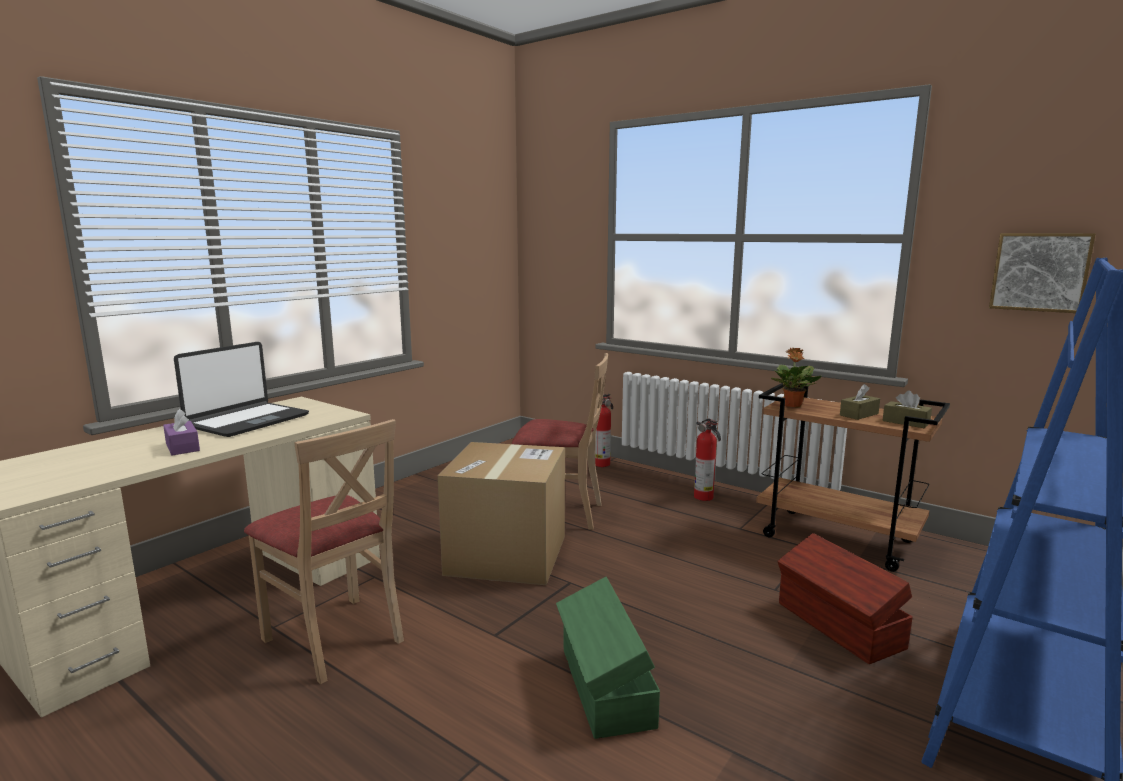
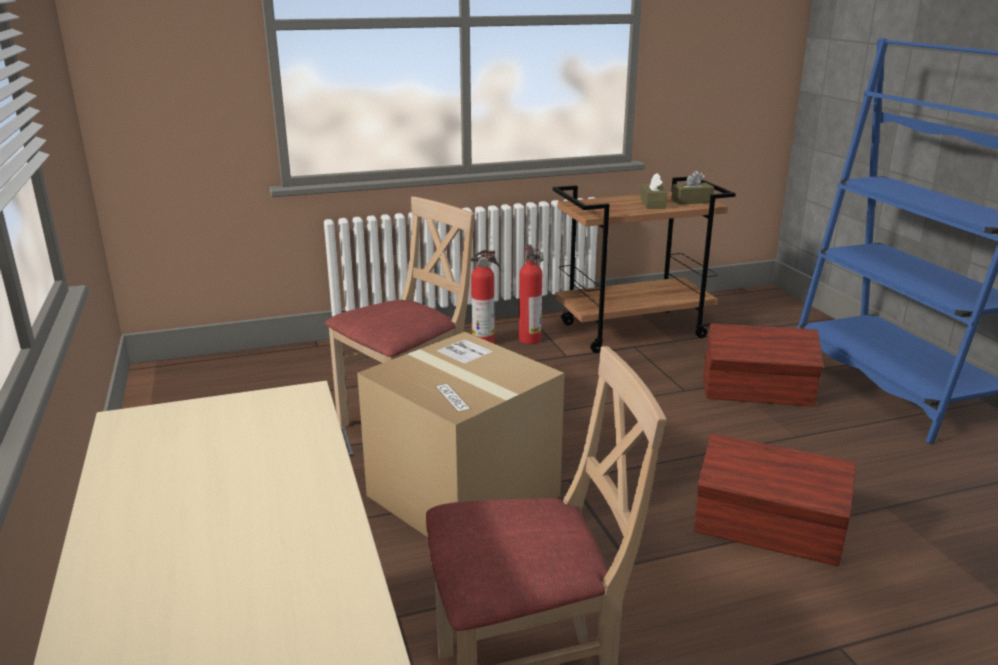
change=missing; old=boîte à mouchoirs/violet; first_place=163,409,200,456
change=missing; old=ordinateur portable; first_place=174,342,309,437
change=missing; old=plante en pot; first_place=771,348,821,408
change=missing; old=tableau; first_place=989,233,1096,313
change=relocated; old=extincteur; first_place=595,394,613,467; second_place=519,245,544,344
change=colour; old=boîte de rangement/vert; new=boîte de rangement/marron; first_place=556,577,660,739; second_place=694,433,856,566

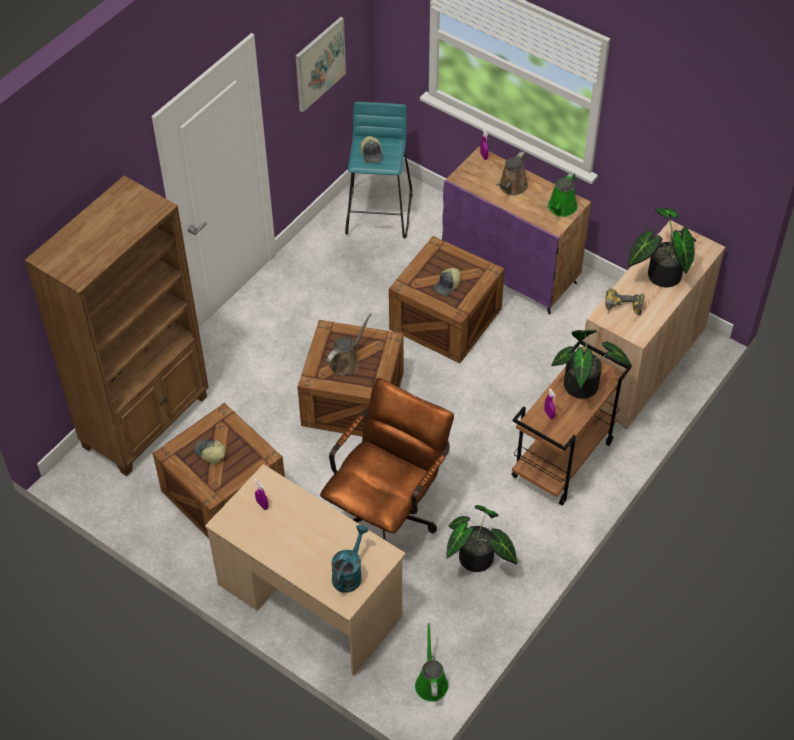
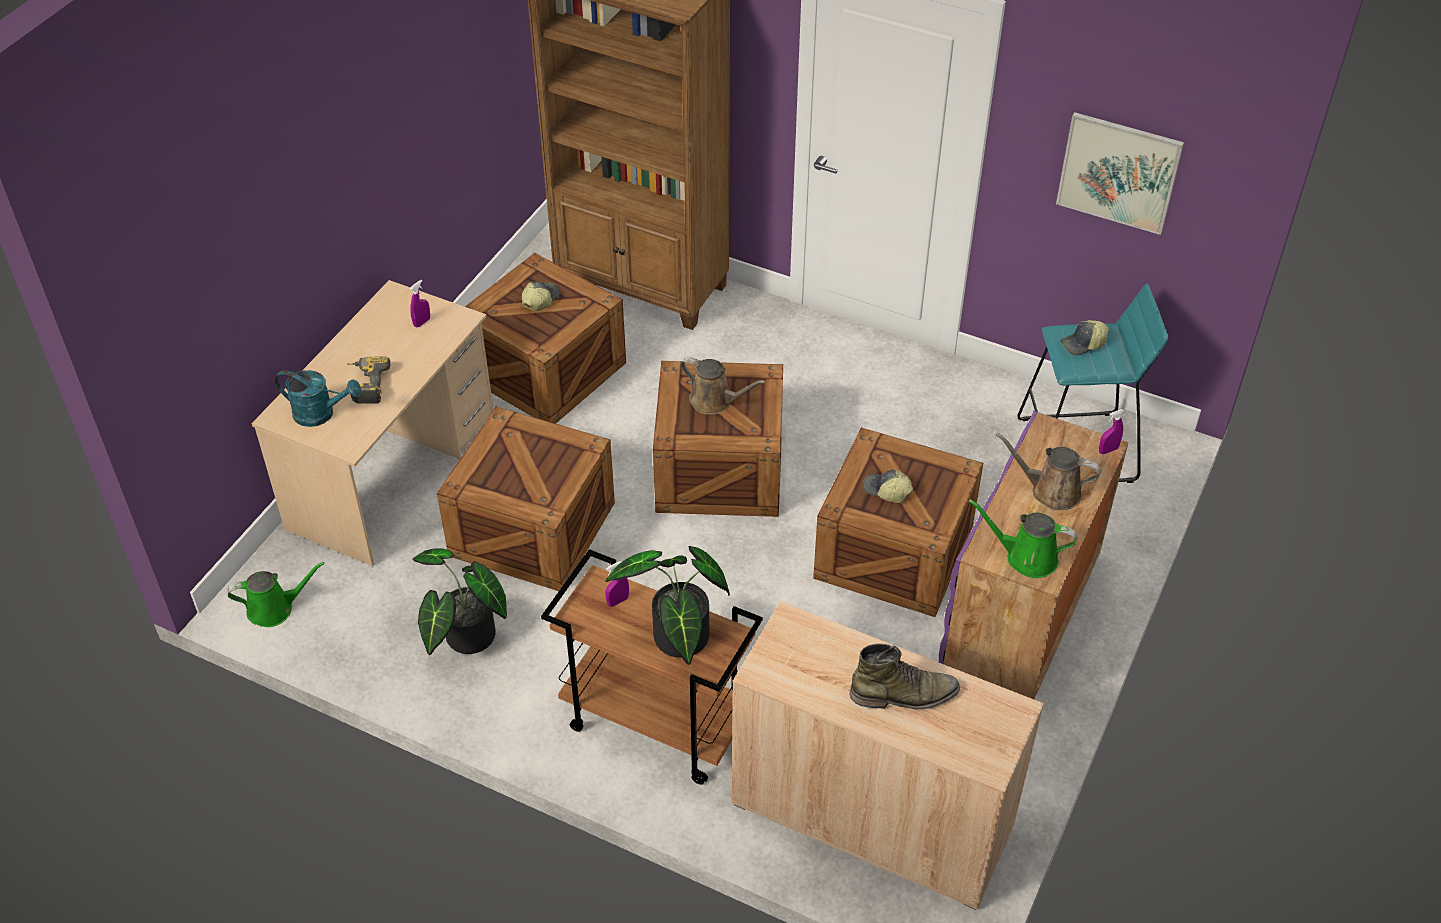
change=relocated; old=perceuse; first_place=605,288,645,315; second_place=347,356,390,404
change=exchanged; old=chaise de bureau/marron; new=caisse; first_place=320,378,454,540; second_place=437,407,615,591
change=exchanged; old=plante en pot; new=botte/vert; first_place=628,208,696,288; second_place=850,643,960,710

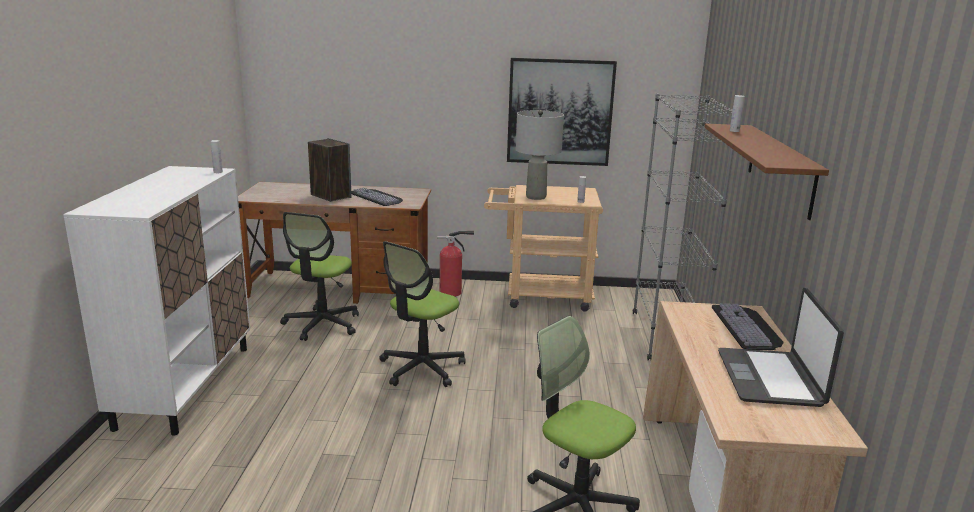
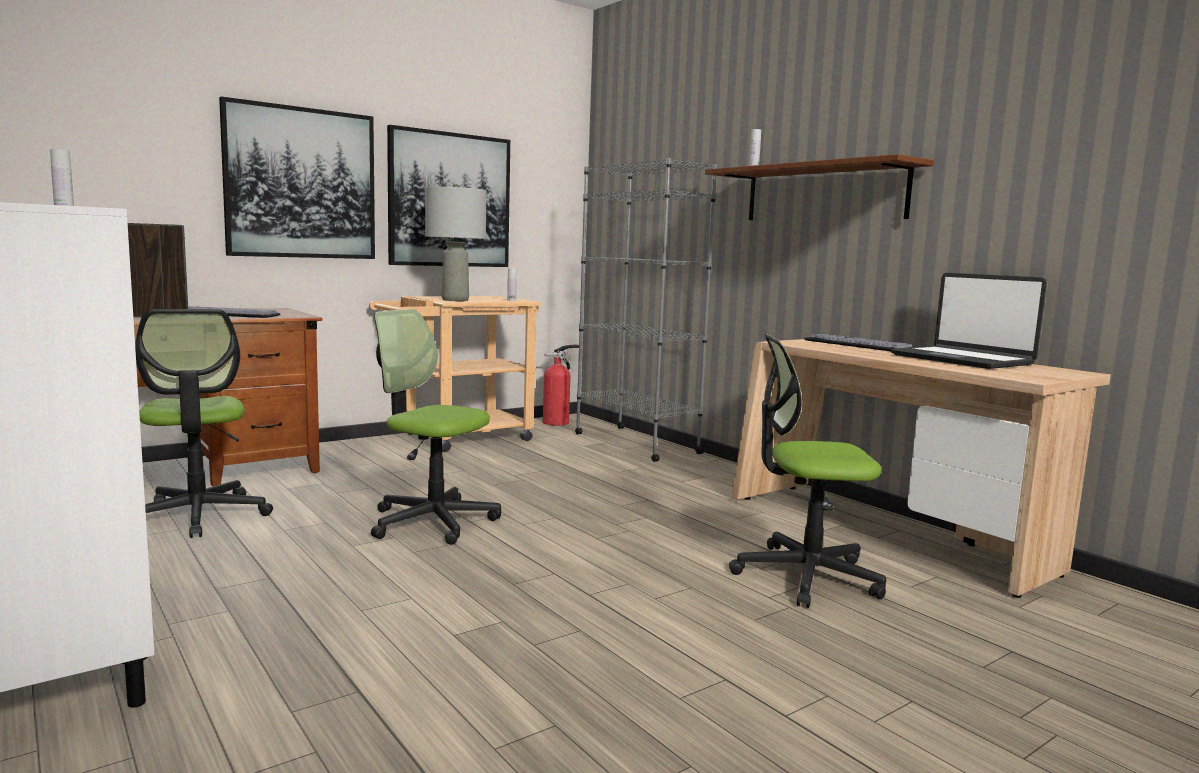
change=appeared; new=tableau; second_place=219,96,375,259
change=relocated; old=extincteur; first_place=437,230,474,297; second_place=543,344,579,426
change=spun; old=chaise de bureau; first_place=379,241,465,387; second_place=371,309,501,545; degrees=120

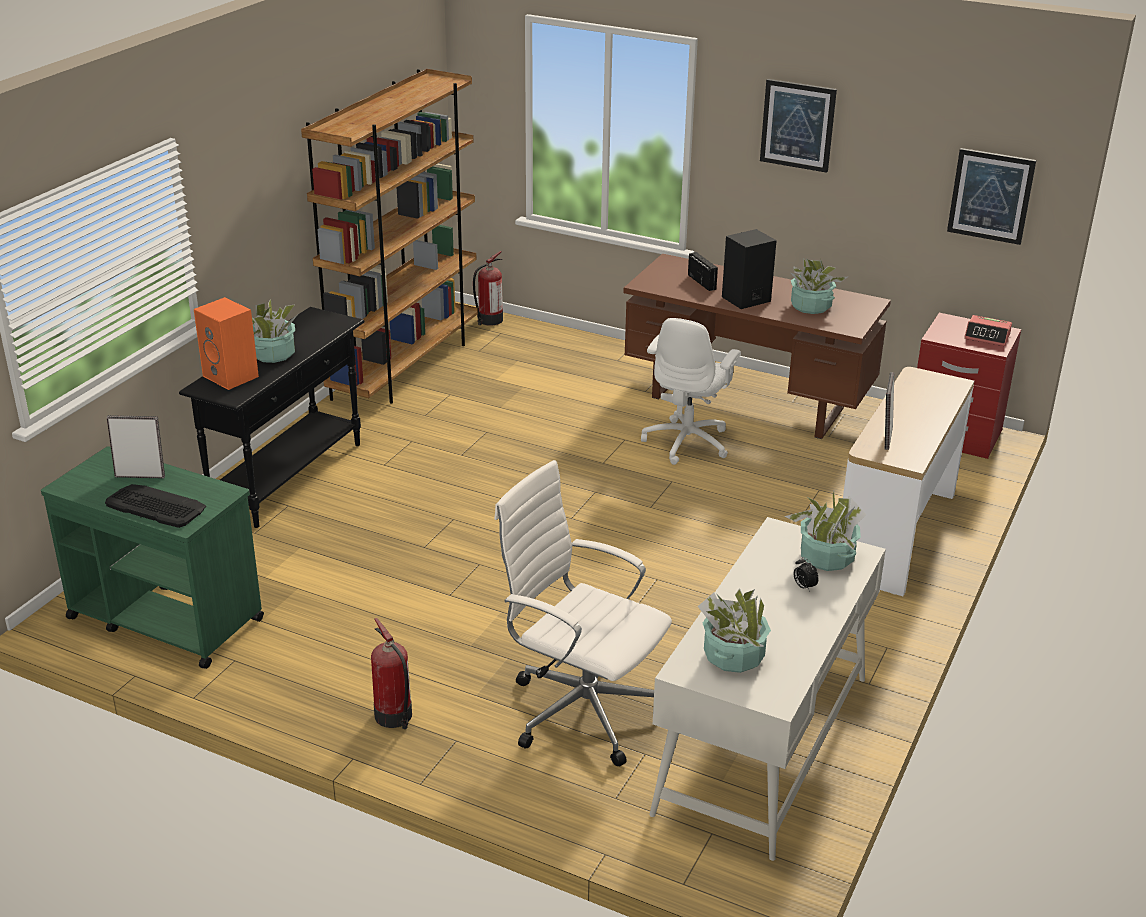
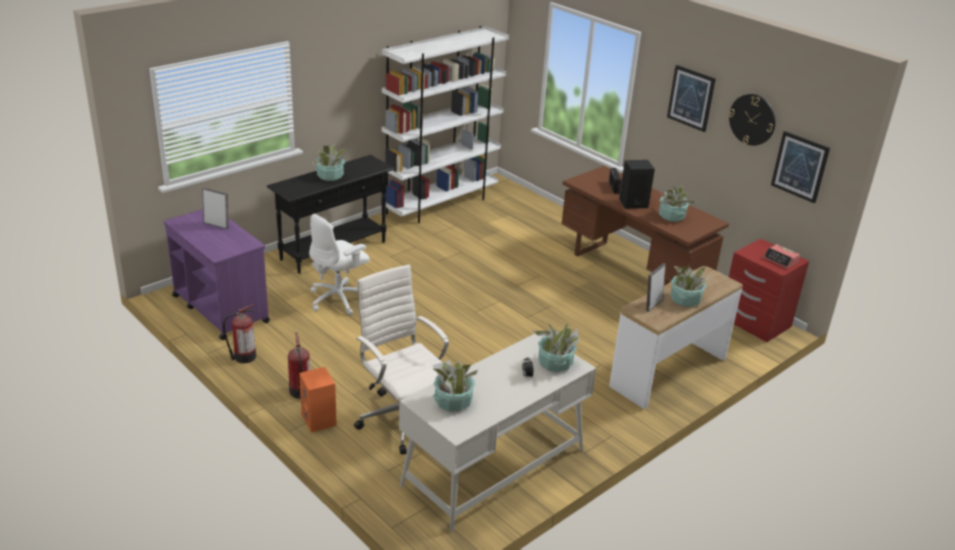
change=missing; old=clavier; first_place=105,484,206,528
change=appeared; new=plante en pot; second_place=670,266,710,307
change=appeared; new=horloge murale; second_place=729,94,775,146
change=relocated; old=enceinte/orange; first_place=194,297,259,390; second_place=299,367,337,433
change=relocated; old=extincteur; first_place=473,251,503,326; second_place=223,304,256,363
change=relocated; old=chaise de bureau/blanc; first_place=641,318,741,465; second_place=309,214,370,315
change=colour; old=chariot/vert; new=chariot/violet; first_place=41,446,264,669; second_place=164,209,270,340
change=colour; old=bibliothèque/marron; new=bibliothèque/blanc; first_place=301,69,478,403; second_place=381,26,509,223

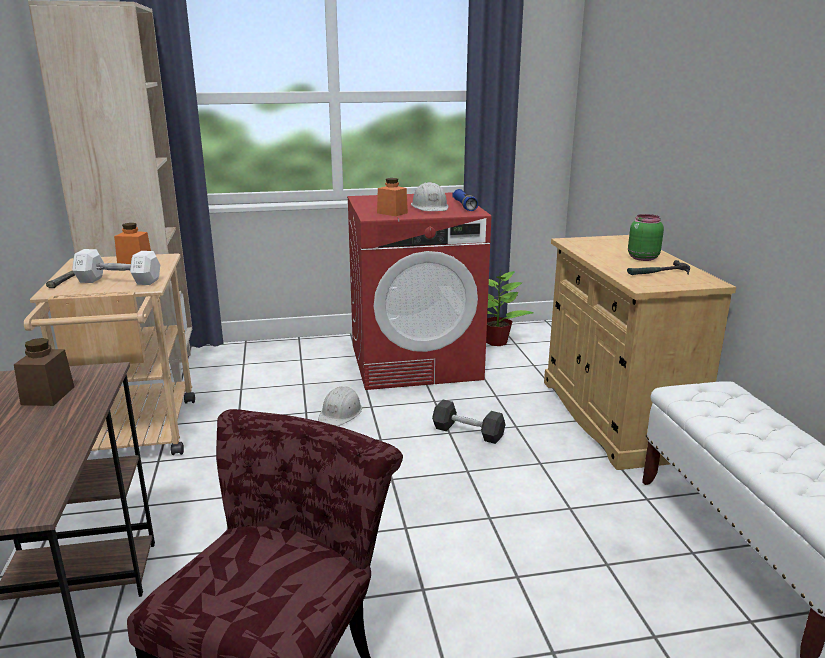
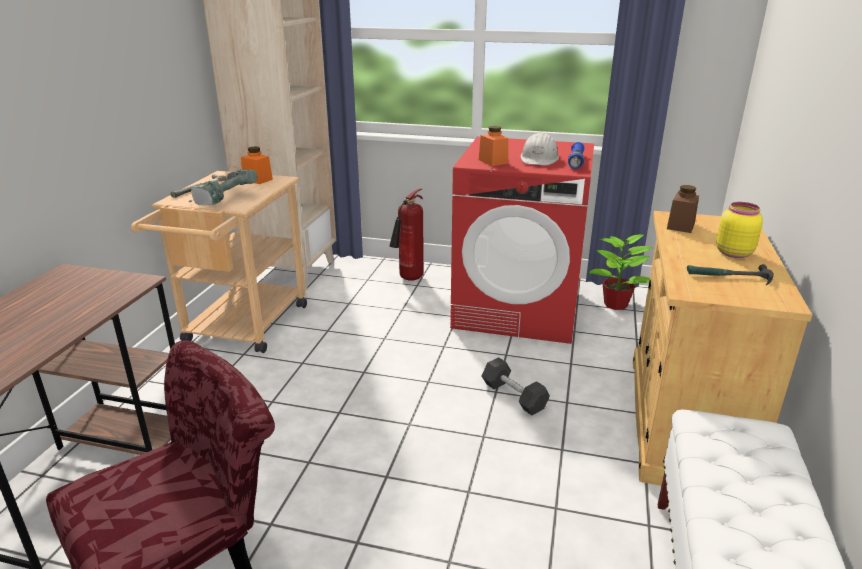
change=missing; old=casque de chantier/blanc; first_place=318,386,362,426
change=appeared; new=extincteur; second_place=390,188,424,281
change=relocated; old=bocal/marron; first_place=14,338,74,406; second_place=667,185,699,233
change=exchanged; old=haltère/blanc; new=perceuse; first_place=72,249,160,285; second_place=188,169,258,205
change=colour; old=bocal/vert; new=bocal/jaune; first_place=628,214,664,261; second_place=716,202,763,258

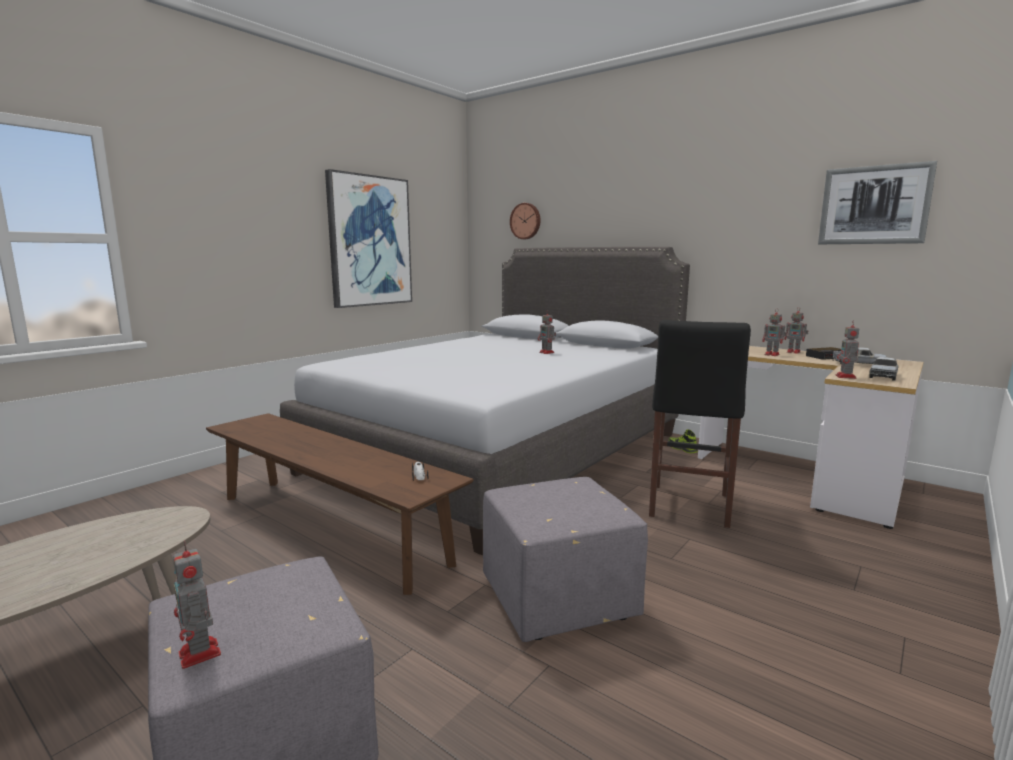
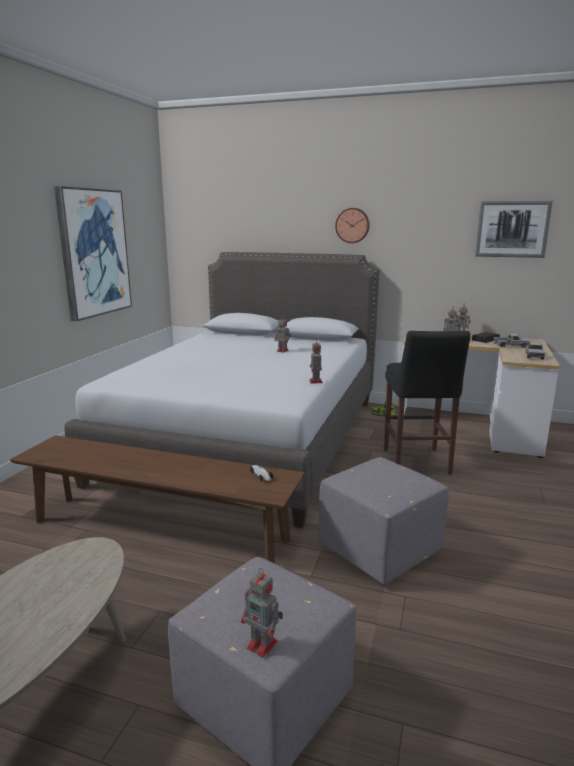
change=relocated; old=horloge murale; first_place=510,203,541,239; second_place=335,208,370,243
change=relocated; old=robot jouet; first_place=836,320,859,379; second_place=309,339,323,383

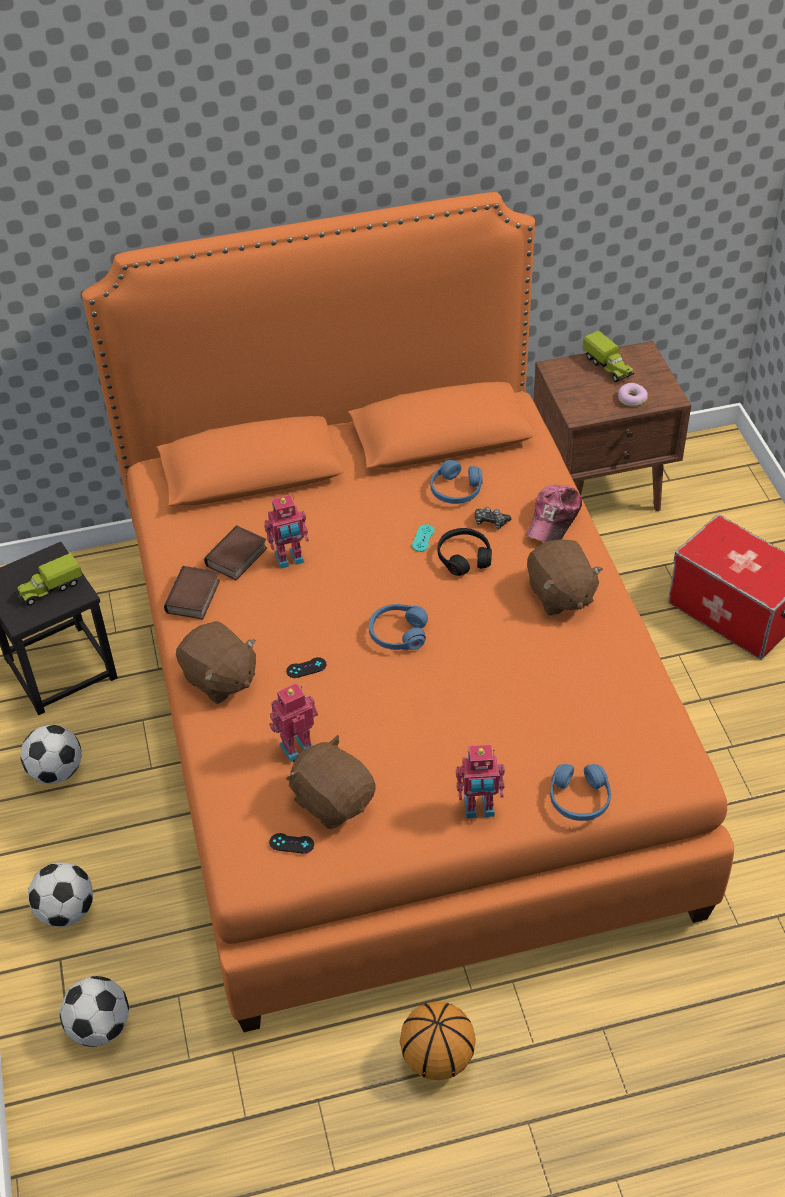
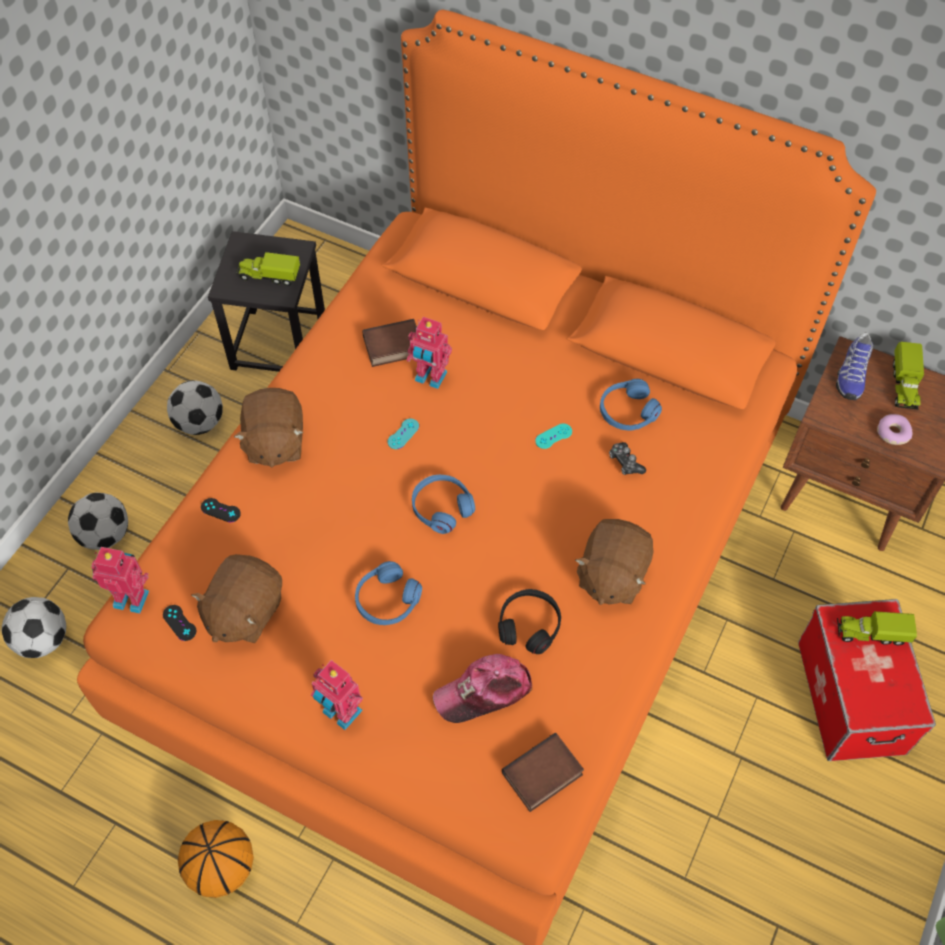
change=appeared; new=manette/turquoise; second_place=388,419,419,449
change=appeared; new=chaussure; second_place=836,333,873,400
change=appeared; new=camion jouet; second_place=837,611,917,645
change=relocated; old=livre; first_place=164,566,220,620; second_place=502,733,584,812
change=relocated; old=robot jouet; first_place=269,683,318,762; second_place=92,547,149,614
change=relocated; old=manette/noir; first_place=286,657,327,678; second_place=201,498,241,522
change=relocated; old=casque audio/noir; first_place=438,528,492,576; second_place=498,589,561,654
change=relocated; old=casquette; first_place=526,485,582,543; second_place=433,654,532,723
change=relocated; old=casque audio/bleu; first_place=550,764,611,821; second_place=355,561,422,625
change=spun; old=peluche/marron; first_place=286,735,376,829; second_place=191,554,282,643; degrees=-150

